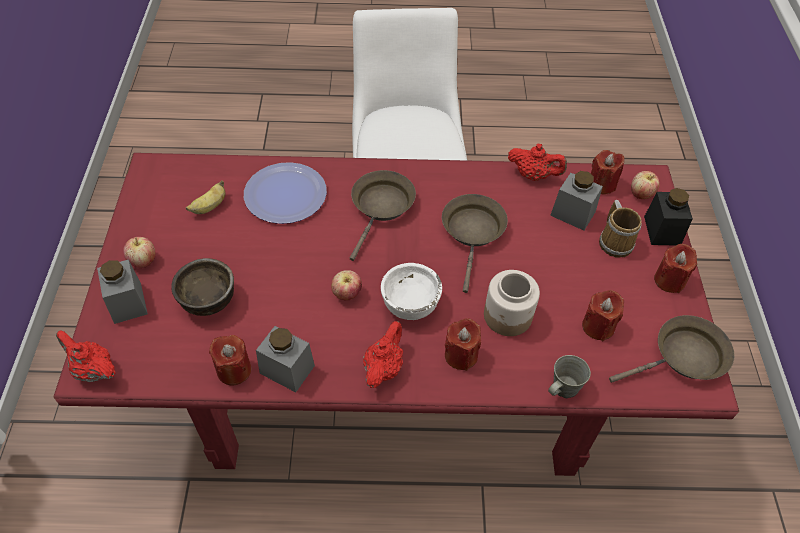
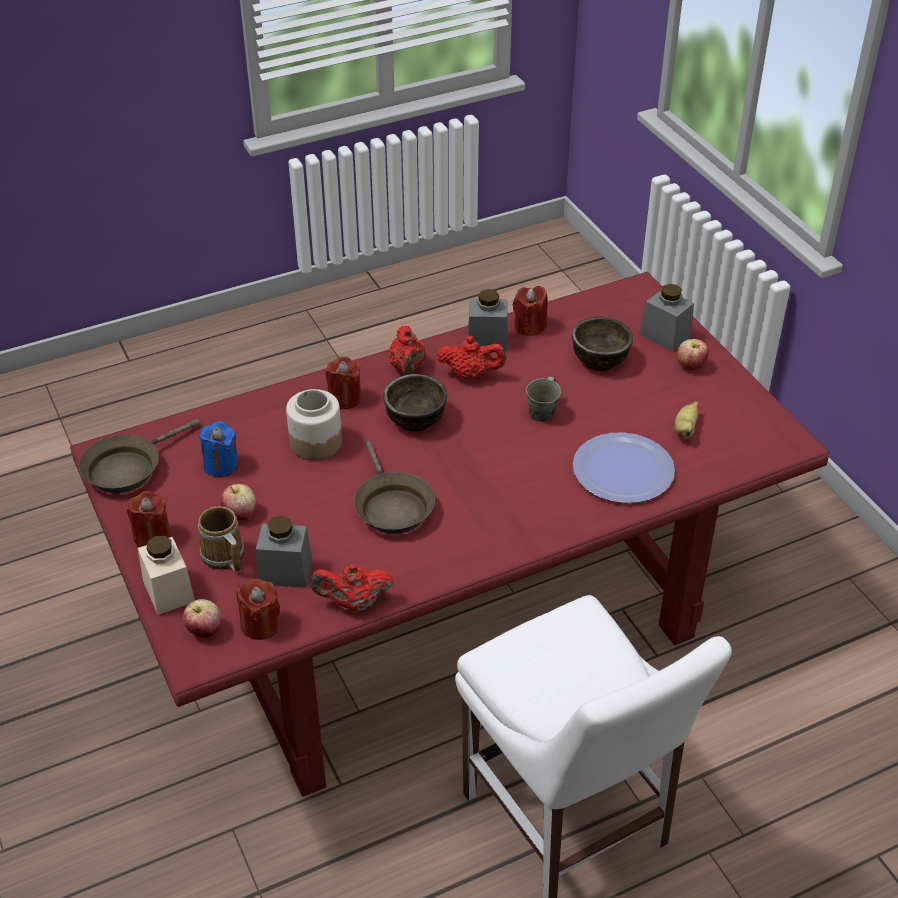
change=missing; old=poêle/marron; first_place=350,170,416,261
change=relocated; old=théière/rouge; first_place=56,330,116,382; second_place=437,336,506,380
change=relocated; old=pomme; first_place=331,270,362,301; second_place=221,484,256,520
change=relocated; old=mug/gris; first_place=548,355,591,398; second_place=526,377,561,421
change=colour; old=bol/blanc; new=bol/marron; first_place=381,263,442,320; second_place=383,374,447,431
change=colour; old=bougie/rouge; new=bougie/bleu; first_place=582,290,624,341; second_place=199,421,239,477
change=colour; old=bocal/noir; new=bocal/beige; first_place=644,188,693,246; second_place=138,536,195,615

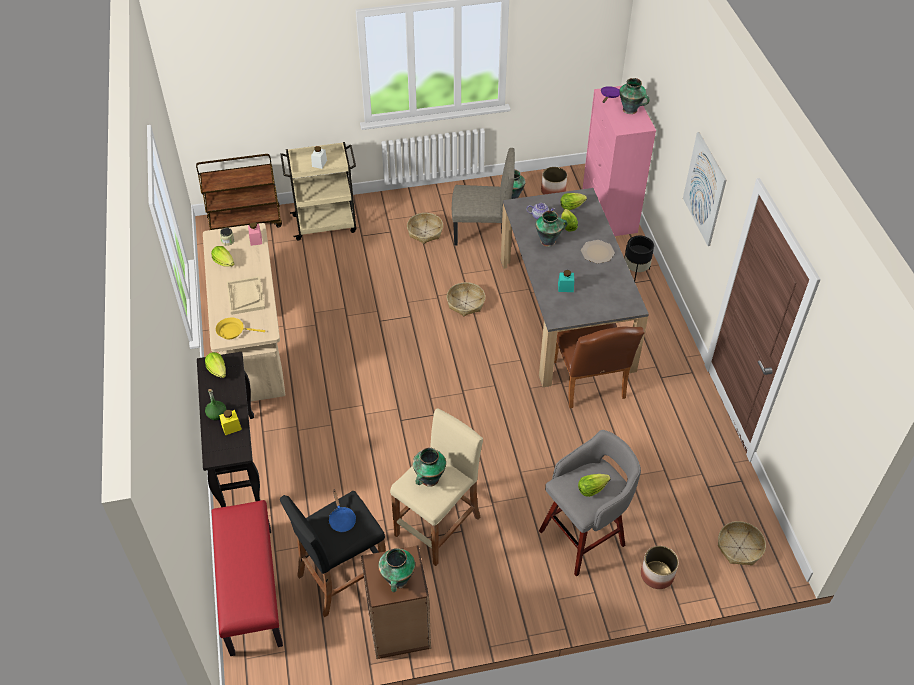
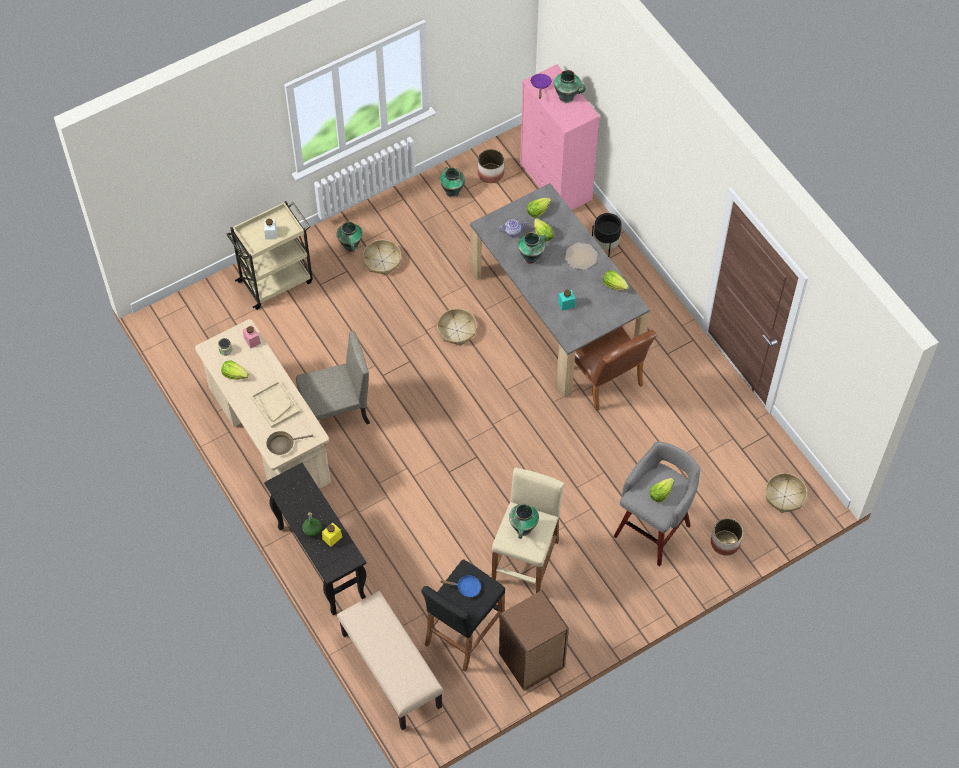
change=missing; old=chariot/marron; first_place=196,154,282,230
change=missing; old=tableau; first_place=683,132,727,246
change=relocated; old=laitue; first_place=205,352,226,378; second_place=603,270,629,290
change=relocated; old=vase; first_place=378,548,415,592; second_place=337,222,363,252
change=relocated; old=chaise/beige; first_place=452,148,515,245; second_place=296,331,370,424
change=colour; old=banc/rouge; new=banc/beige; first_place=212,500,283,656; second_place=337,591,444,730
change=colour; old=poêle/jaune; new=poêle/marron; first_place=216,317,265,339; second_place=266,431,313,455
change=spun; old=poêle/bleu; first_place=329,490,356,532; second_place=441,575,481,597; degrees=-45

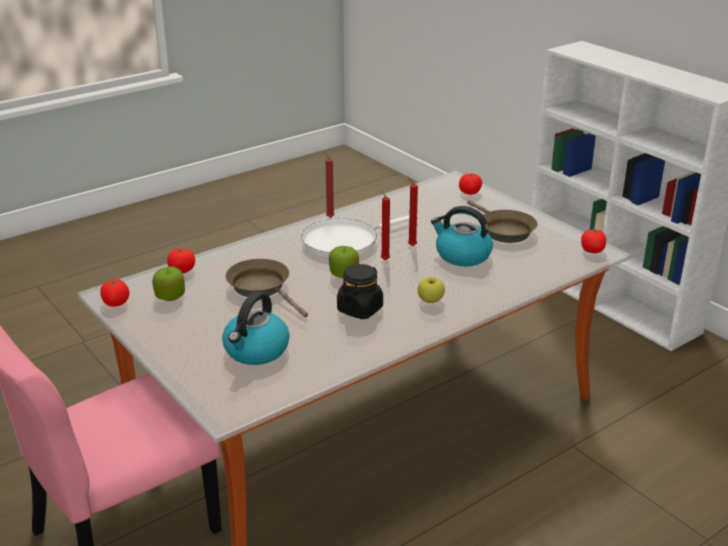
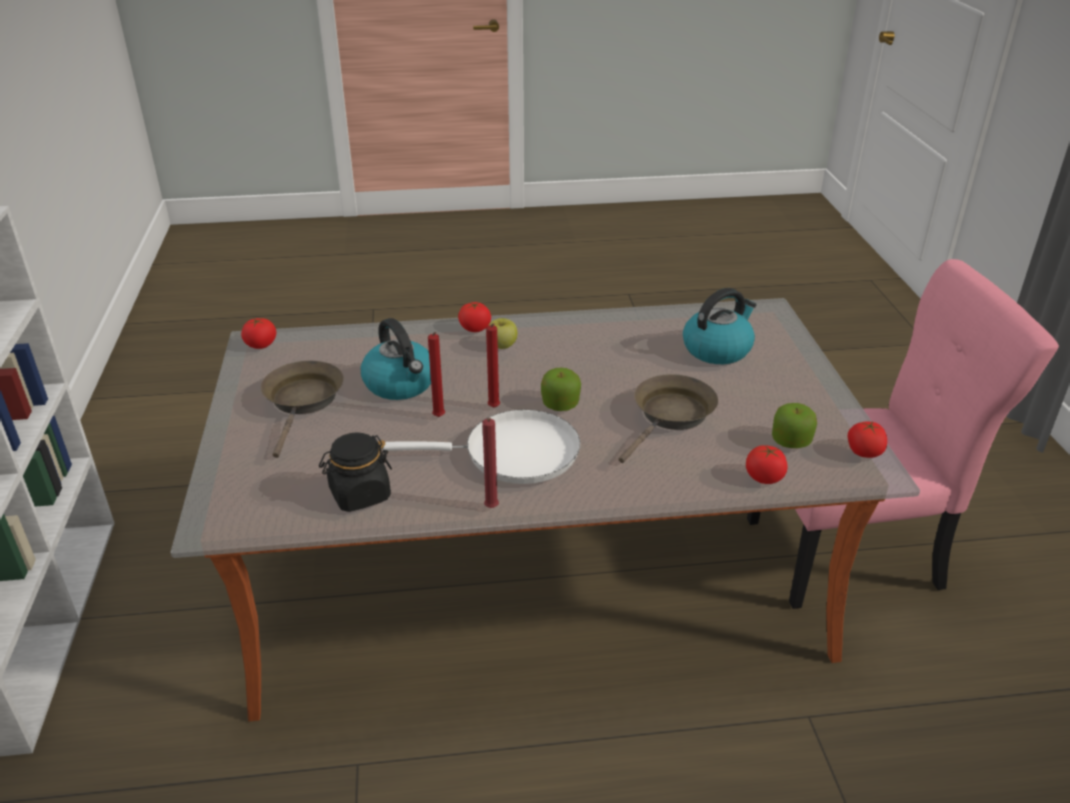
change=relocated; old=bocal/noir; first_place=337,264,383,319; second_place=319,432,392,512
change=relocated; old=tomate; first_place=459,173,482,195; second_place=458,302,491,332
change=spun; old=poêle/marron; first_place=225,259,308,318; second_place=619,374,718,463; degrees=-135

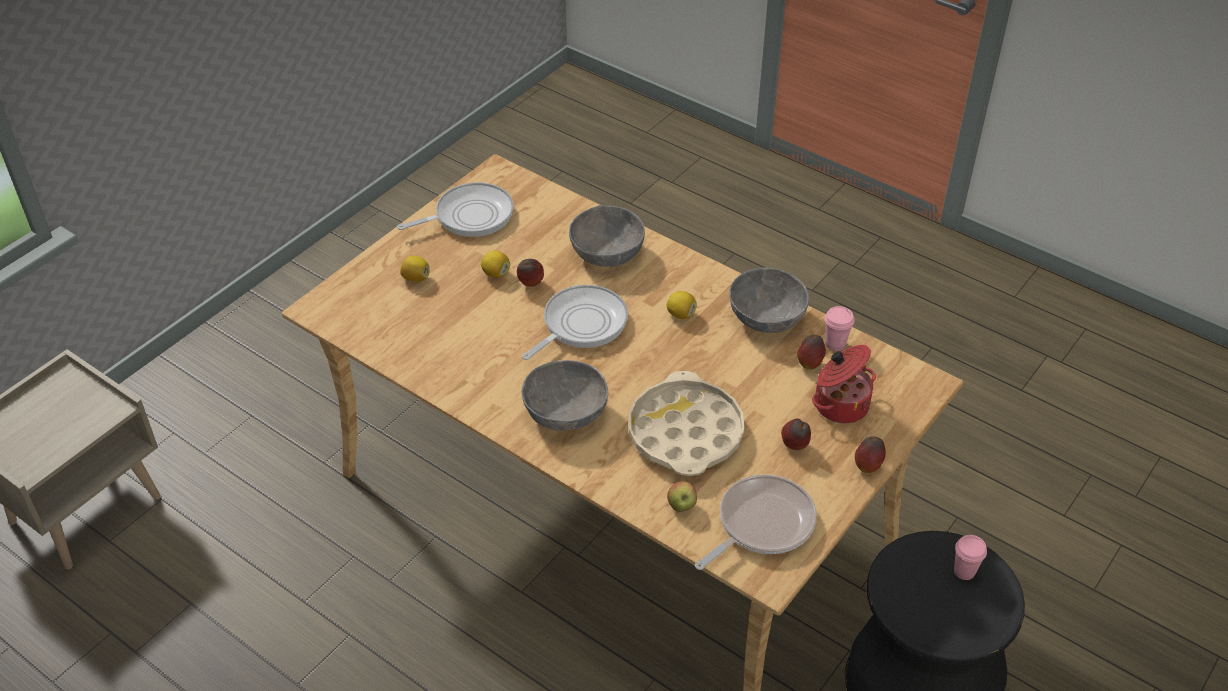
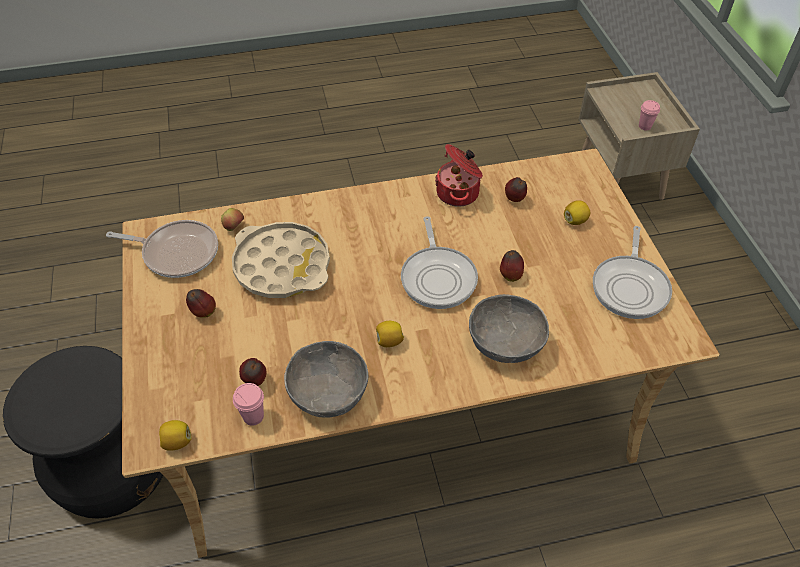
change=missing; old=bol/gris; first_place=522,360,608,431
change=relocated; old=citron; first_place=481,251,510,278; second_place=159,420,192,451
change=relocated; old=marmite; first_place=812,345,876,423; second_place=435,144,483,207
change=relocated; old=pomme; first_place=855,436,886,473; second_place=505,177,527,202
change=relocated; old=tasse/rose; first_place=954,535,987,580; second_place=639,100,660,130
change=spun; old=poêle; first_place=695,474,817,570; second_place=106,220,218,278; degrees=-75

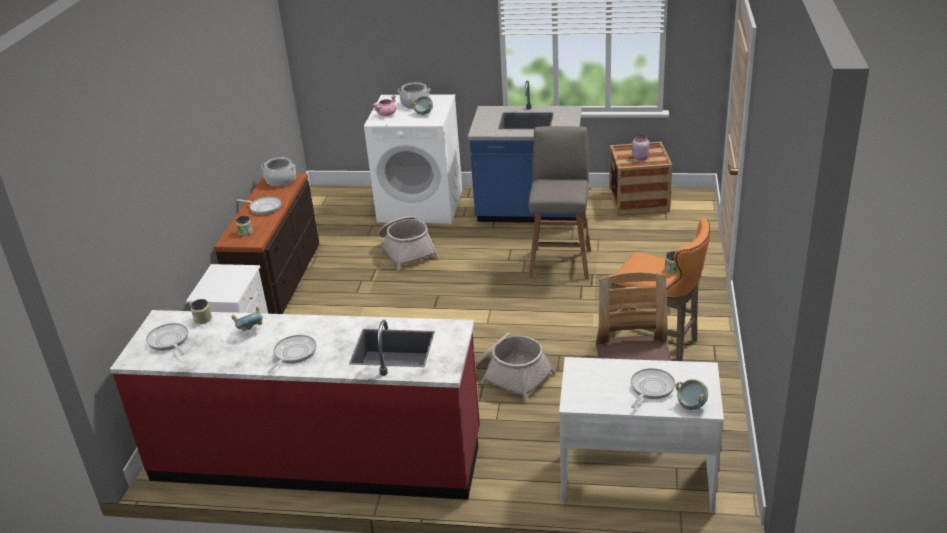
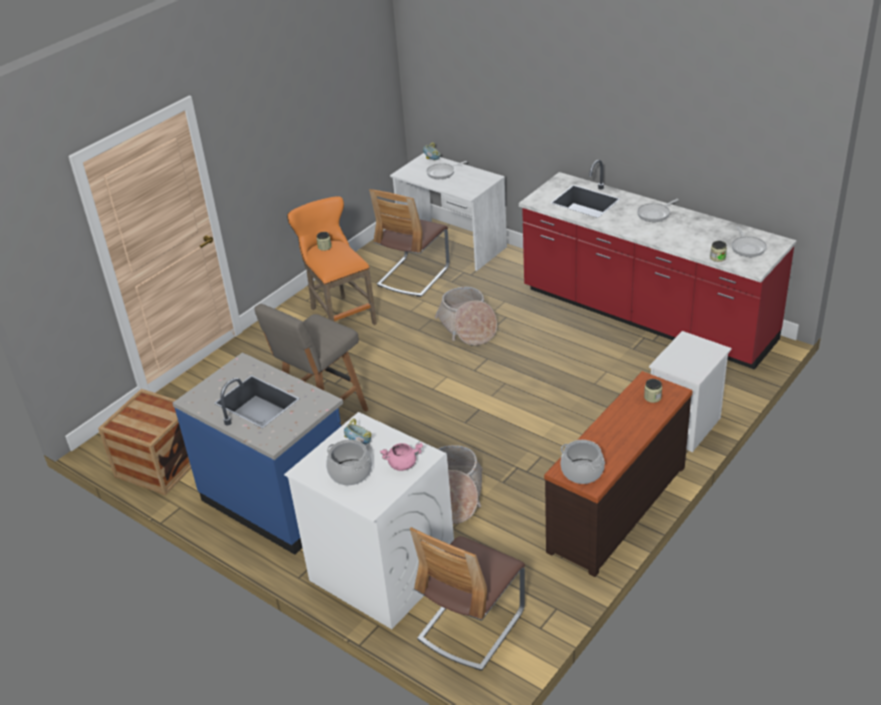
change=missing; old=bol; first_place=231,306,263,331
change=missing; old=poêle; first_place=236,197,281,215
change=missing; old=bocal/rose; first_place=632,135,649,160
change=appeared; new=chaise; second_place=410,527,525,671

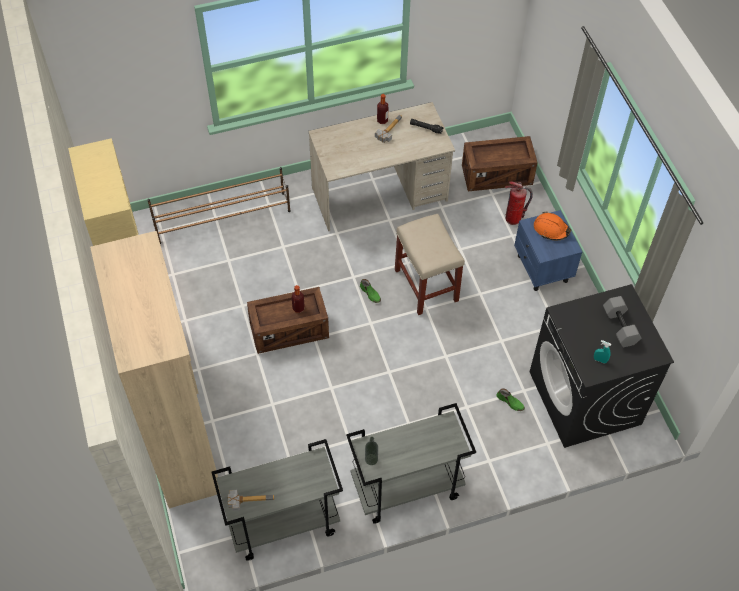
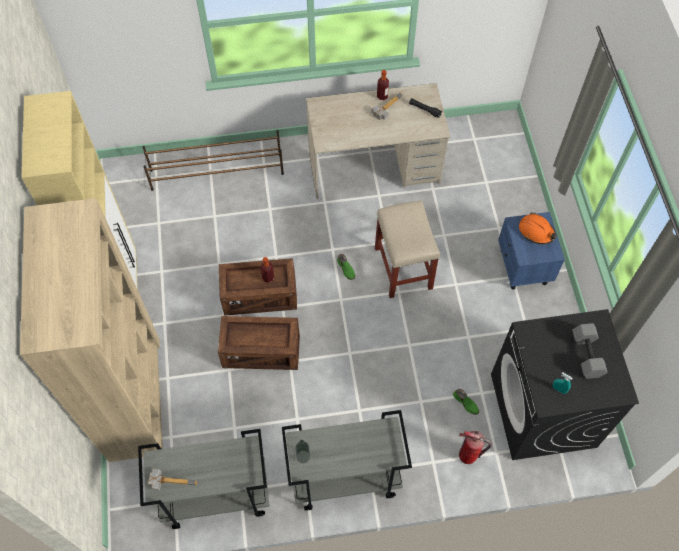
change=relocated; old=caisse; first_place=462,136,538,191; second_place=218,316,300,370
change=relocated; old=extincteur; first_place=505,181,533,225; second_place=459,431,492,464

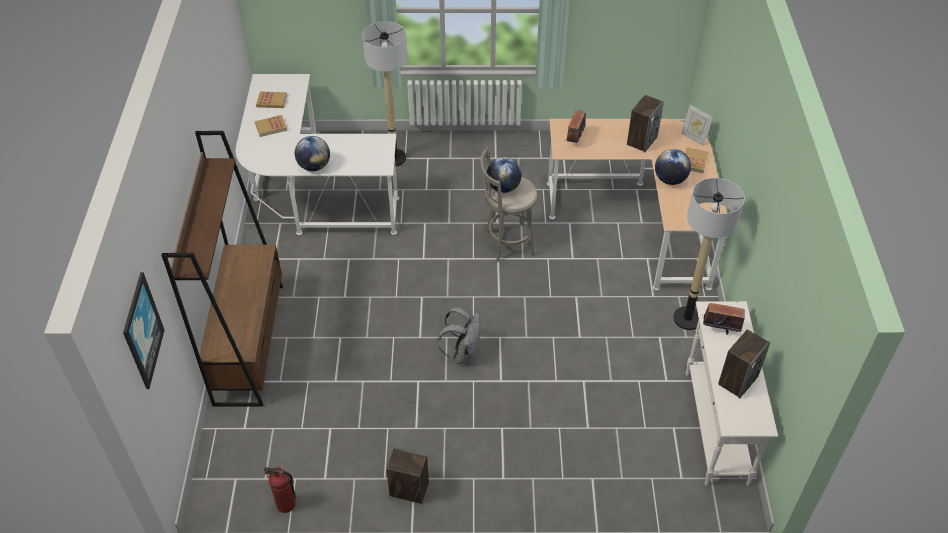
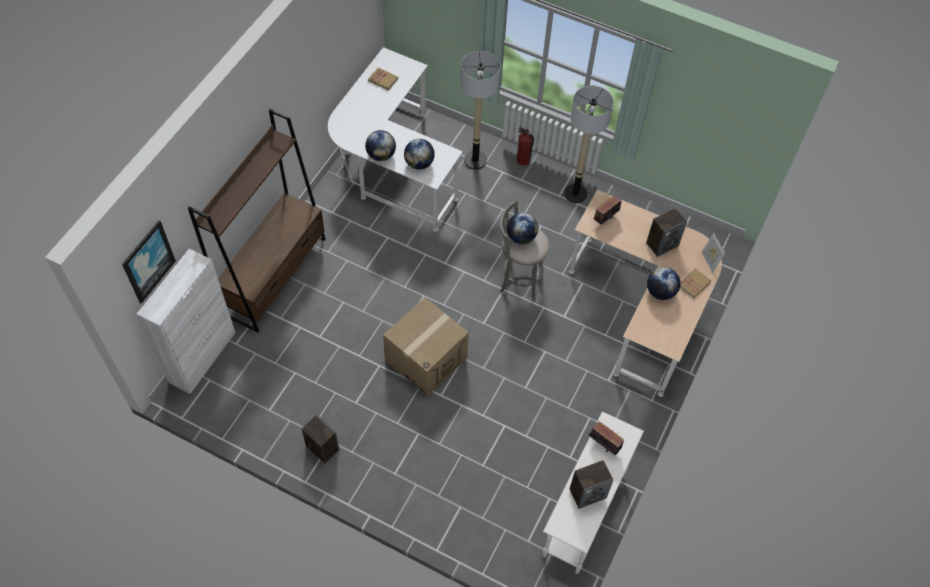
change=missing; old=livre; first_place=254,115,287,137
change=appeared; new=meuble de rangement/blanc; second_place=137,249,235,394
change=appeared; new=globe; second_place=404,139,435,170
change=relocated; old=extincteur; first_place=264,467,296,513; second_place=517,127,534,166
change=relocated; old=lampadaire; first_place=673,178,745,330; second_place=564,86,614,203
change=exchanged; old=sac à dos/gris; new=carton; first_place=437,307,480,365; second_place=383,298,469,396

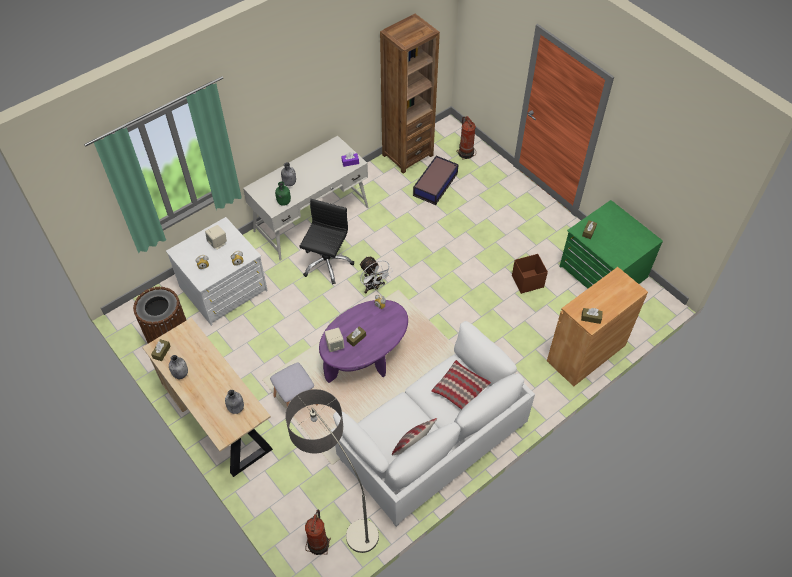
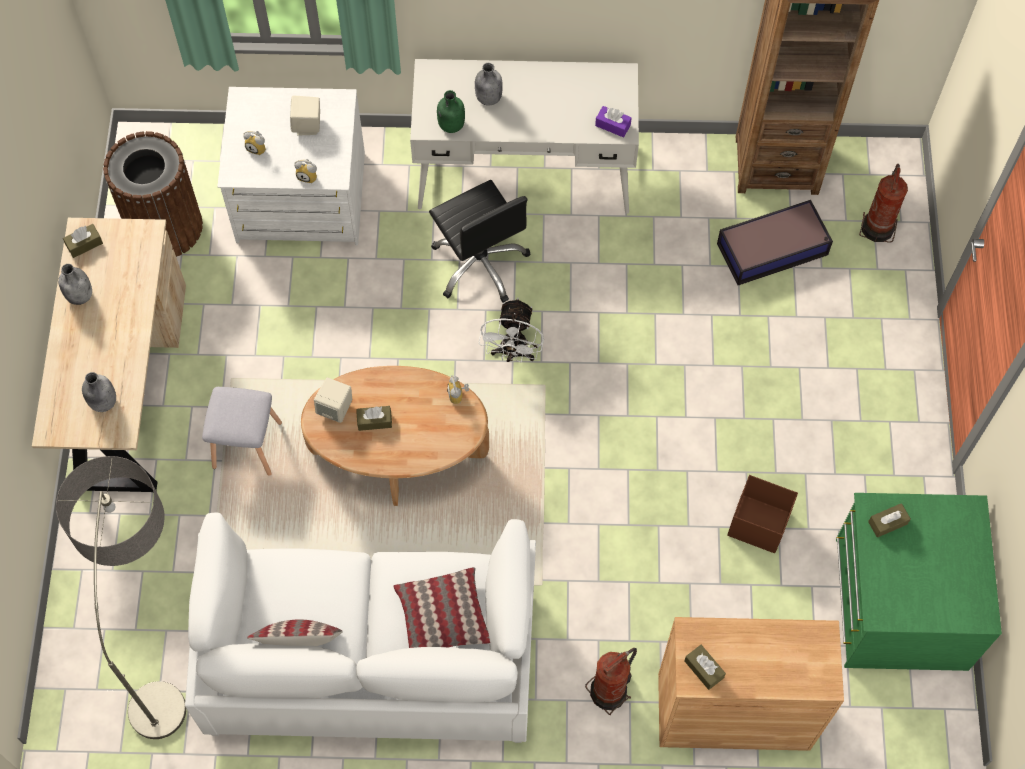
change=relocated; old=extincteur; first_place=305,509,331,555; second_place=585,648,637,715
change=colour; old=table basse/violet; new=table basse/marron; first_place=319,300,408,383; second_place=301,366,489,506
change=spun; old=chaise de bureau/noir; first_place=299,199,354,284; second_place=429,180,530,303; degrees=90

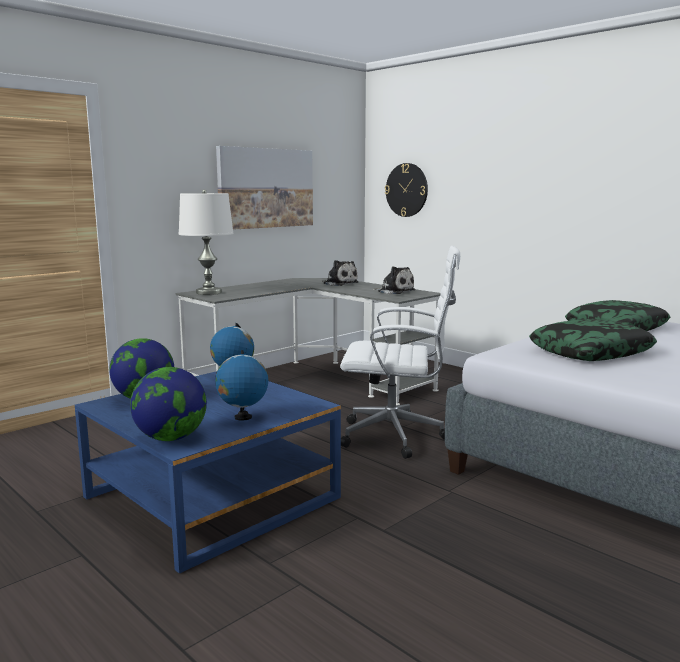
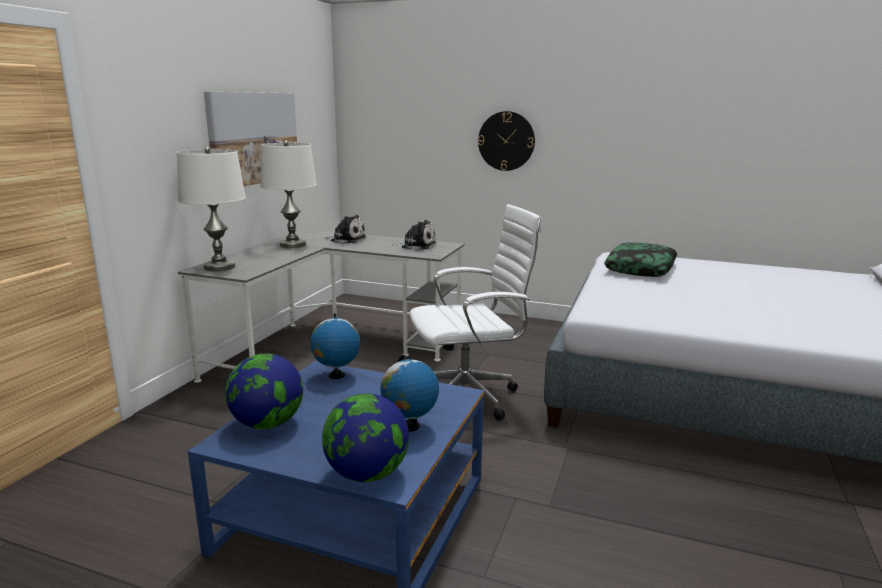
change=missing; old=coussin; first_place=529,319,657,361
change=appeared; new=lampe de table/blanc; second_place=260,140,317,248
change=relocated; old=horloge murale; first_place=385,163,428,217; second_place=478,111,535,171

